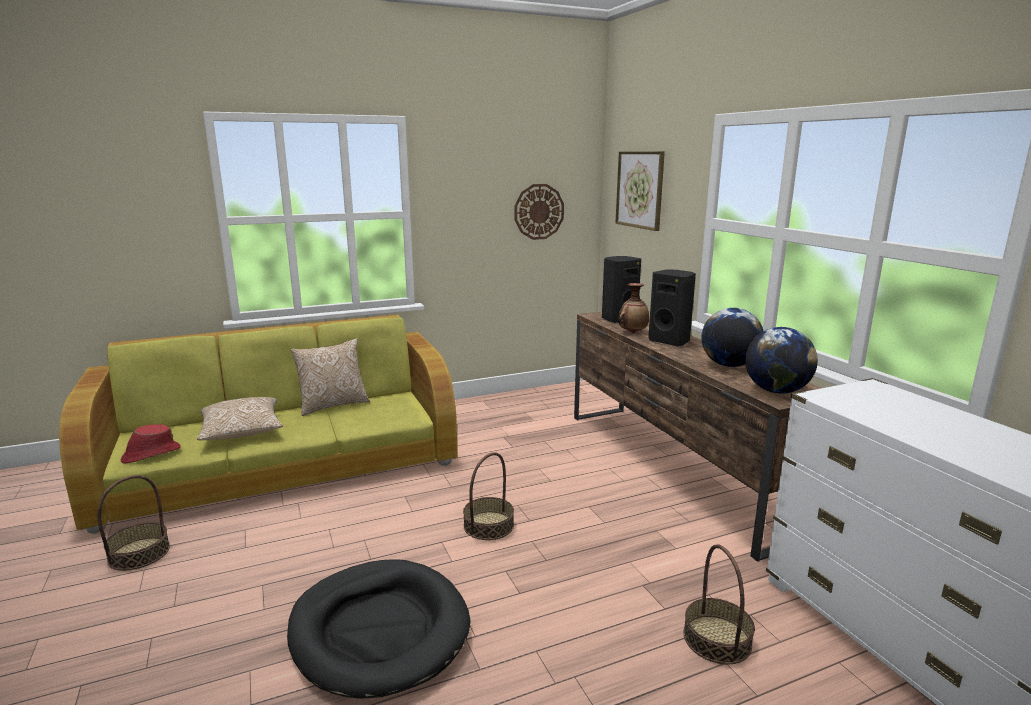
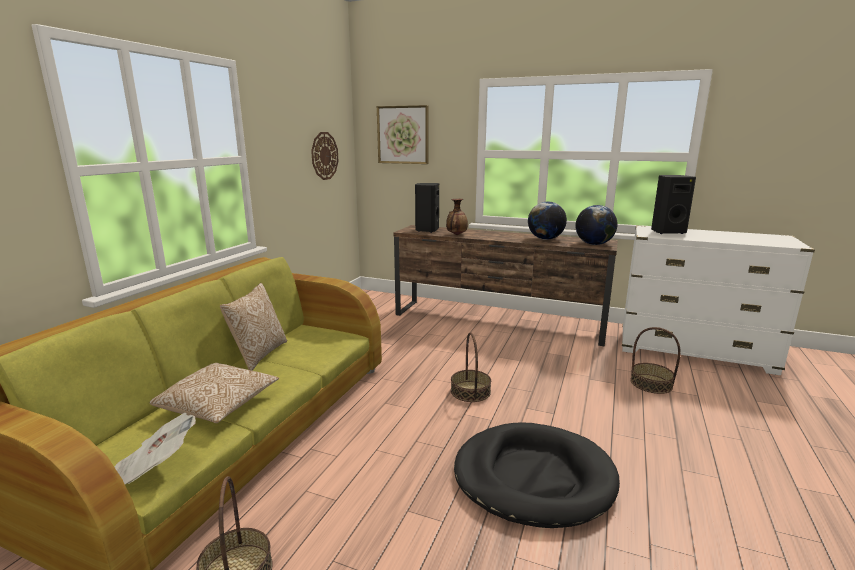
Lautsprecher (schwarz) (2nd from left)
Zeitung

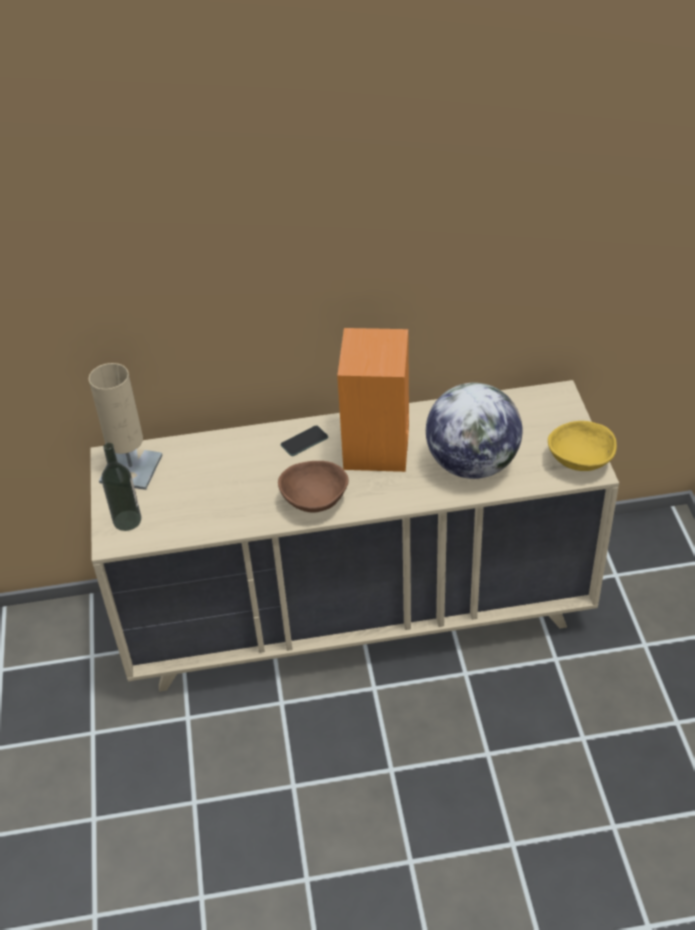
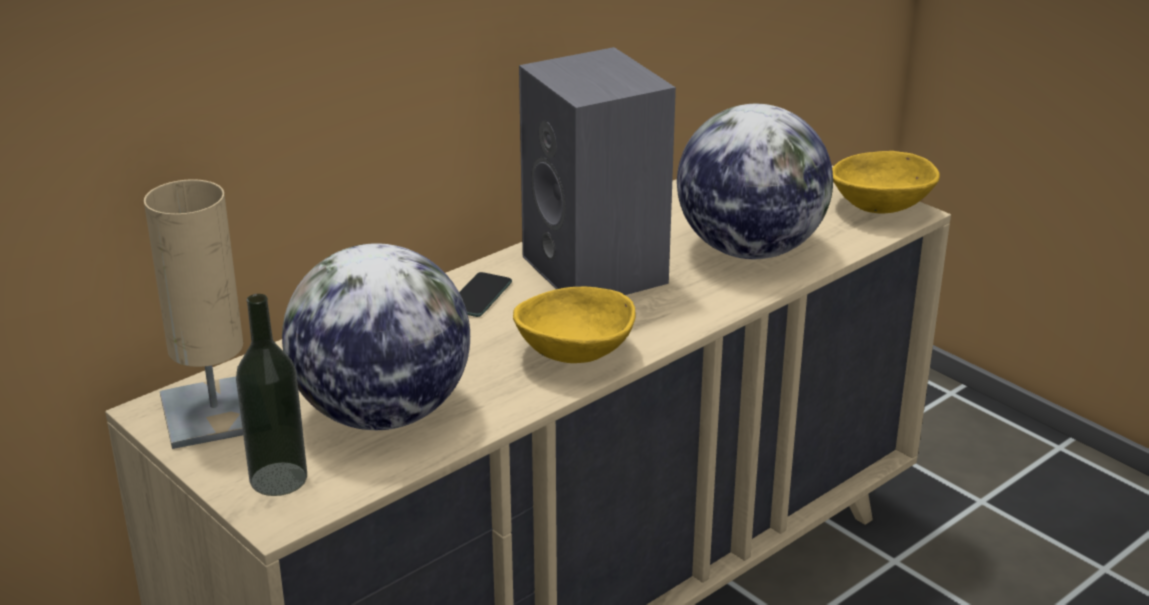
Globus (1st from left)
Schüssel (gelb) (1st from left)
Lautsprecher (grau)

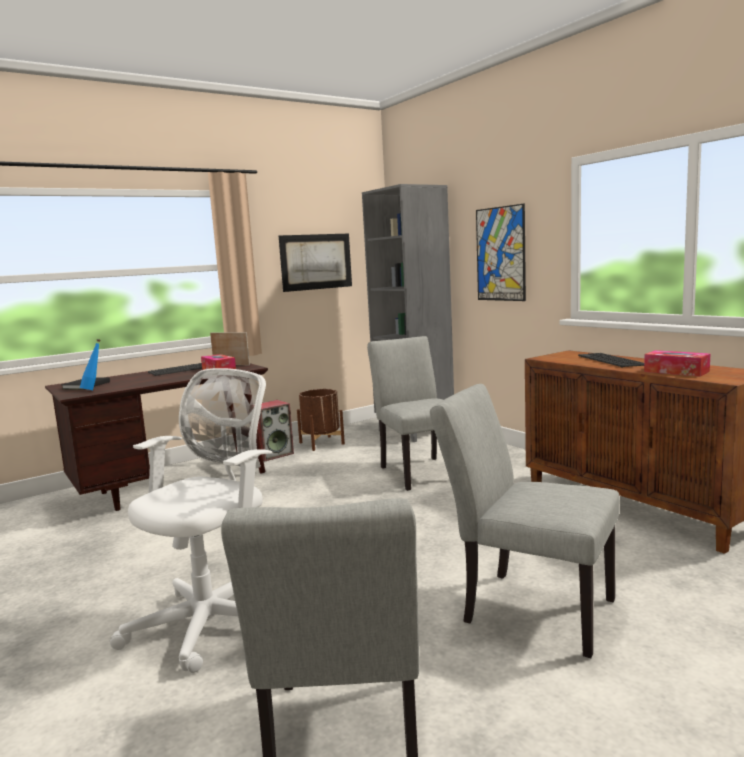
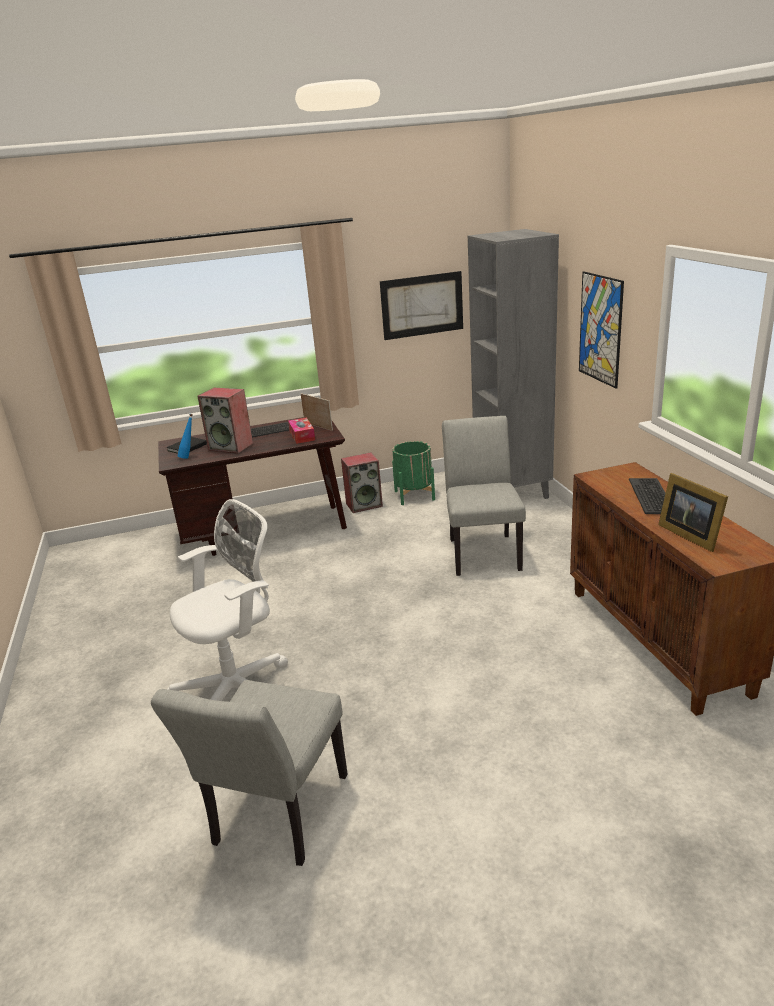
Stuhl (grau) (3rd from left in the first image)
Lautsprecher (1st from left)
Bilderrahmen (2nd from left)
Pflanzkübel (grün)

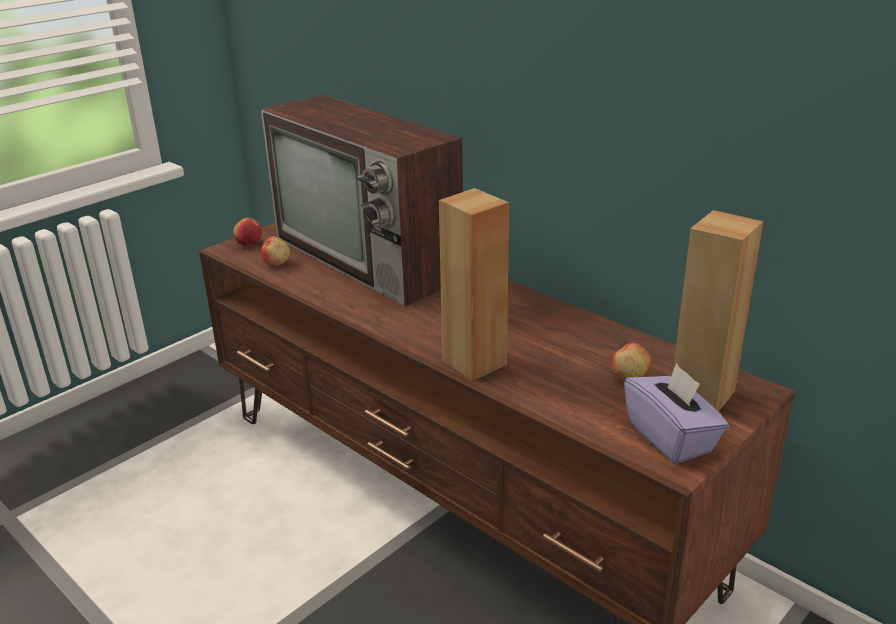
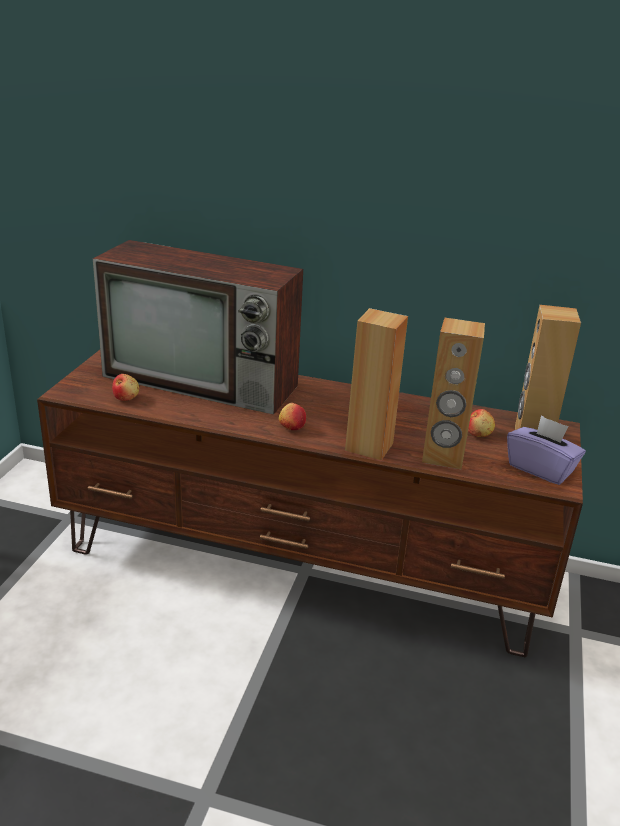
Lautsprecher (braun) (2nd from left)
Apfel (2nd from left)

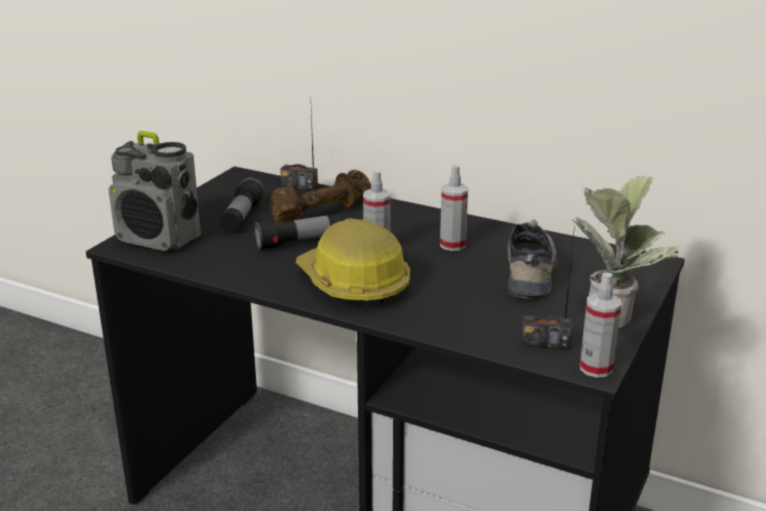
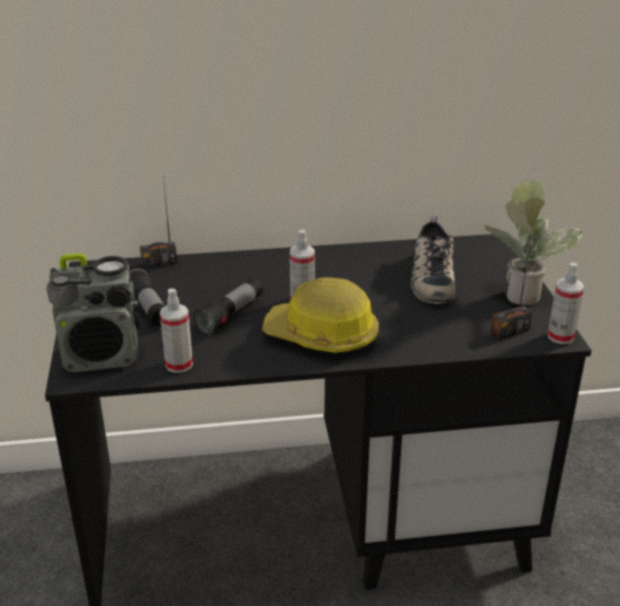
Hantel (braun)
Sprühflasche (1st from left)
Schuh

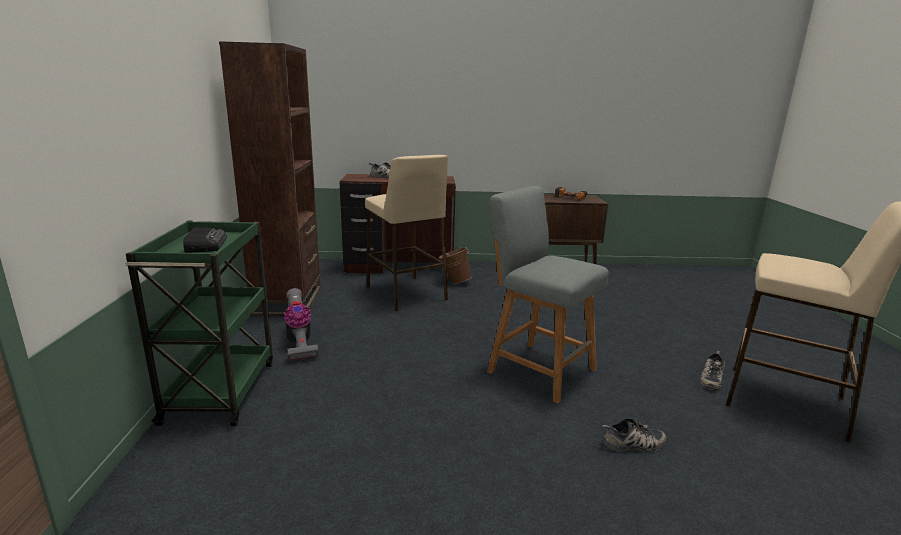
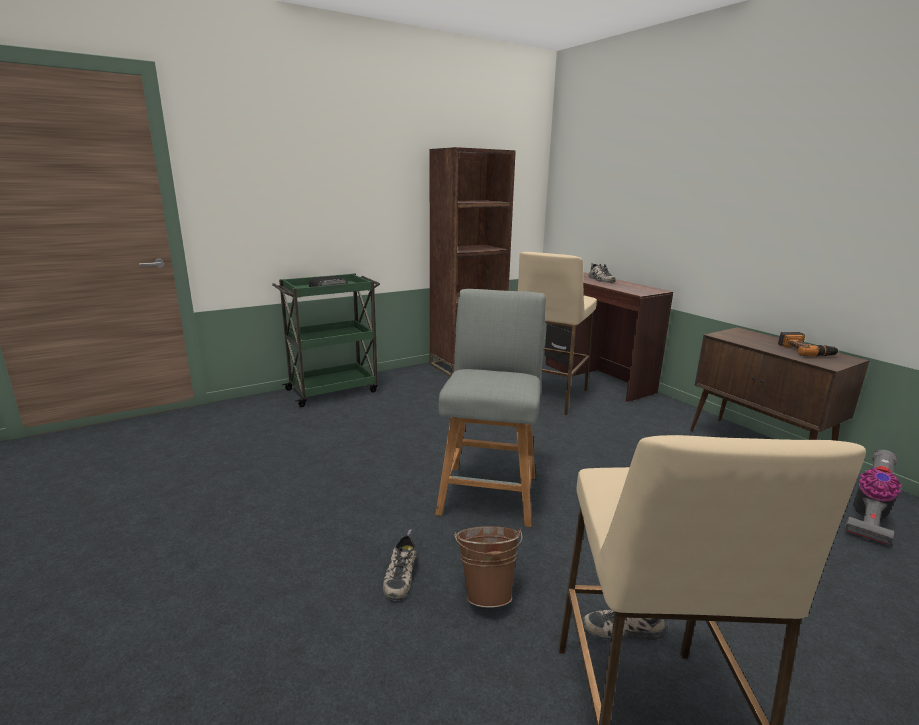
Staubsauger
Eimer (braun)
Schuh (1st from left)

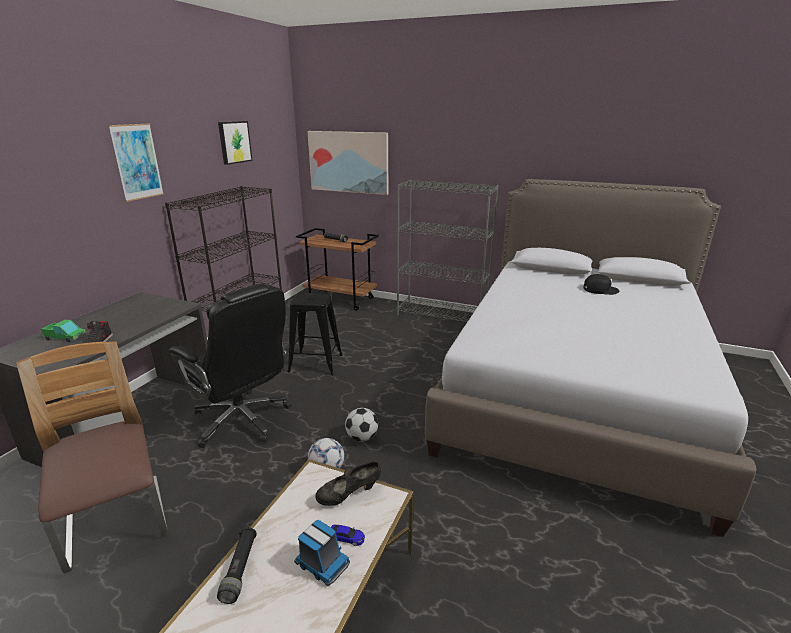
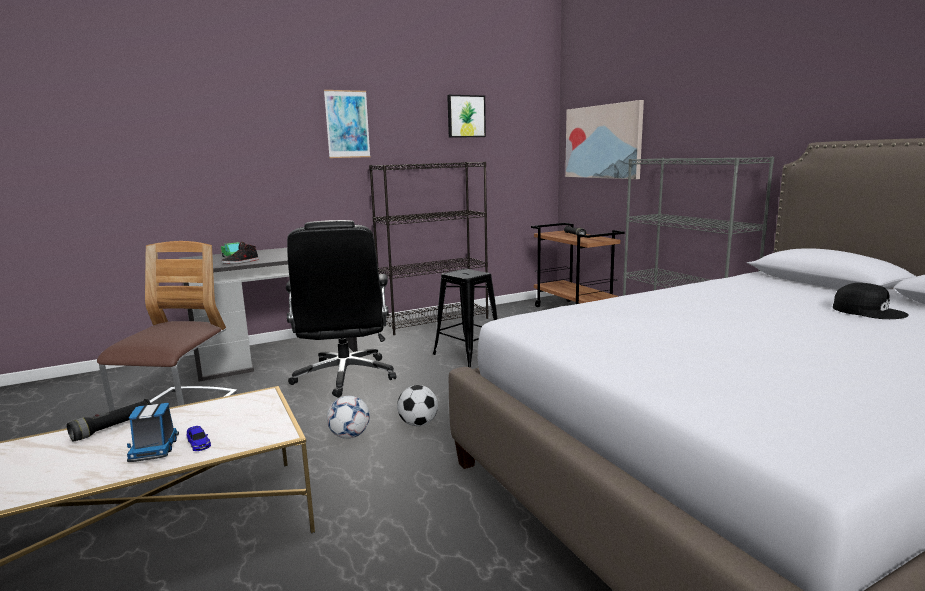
Schuh (schwarz) (2nd from left in the first image)

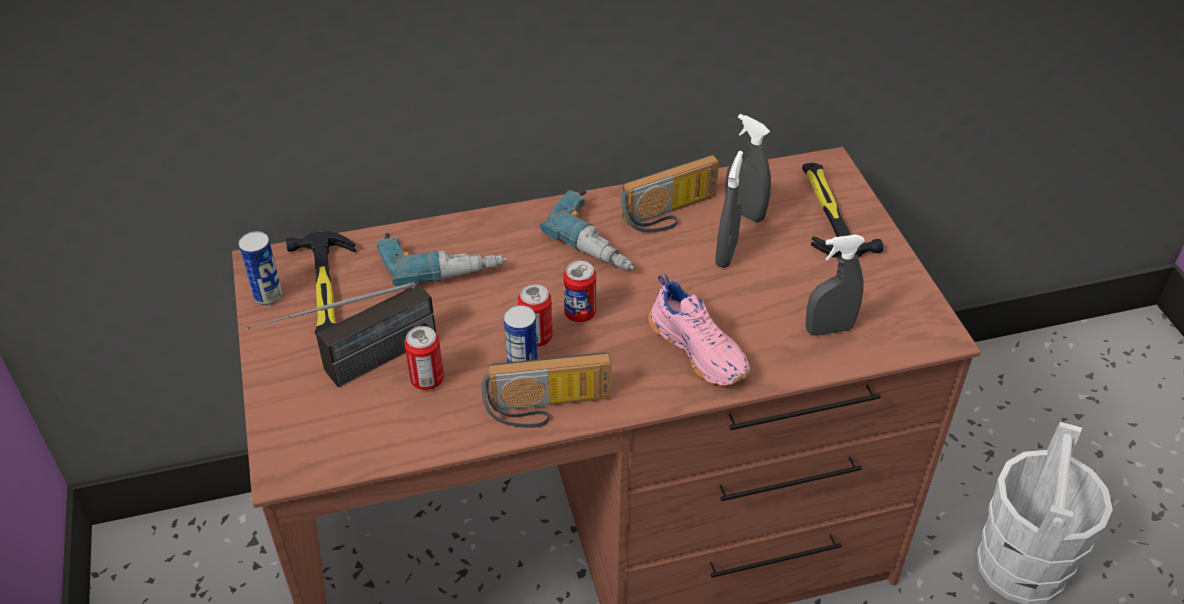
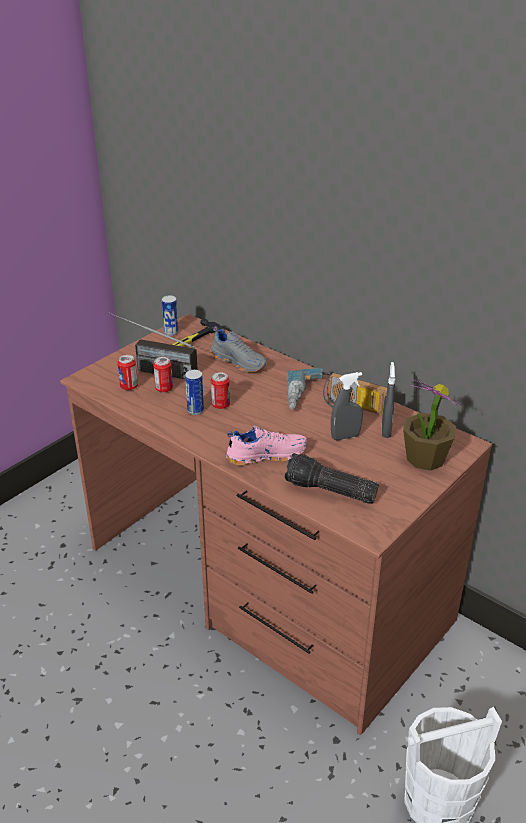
Radio (2nd from left in the first image)
Dose (1st from left)
Schuh (grau)
Topfpflanze
Taschenlampe
Schuh (rosa)

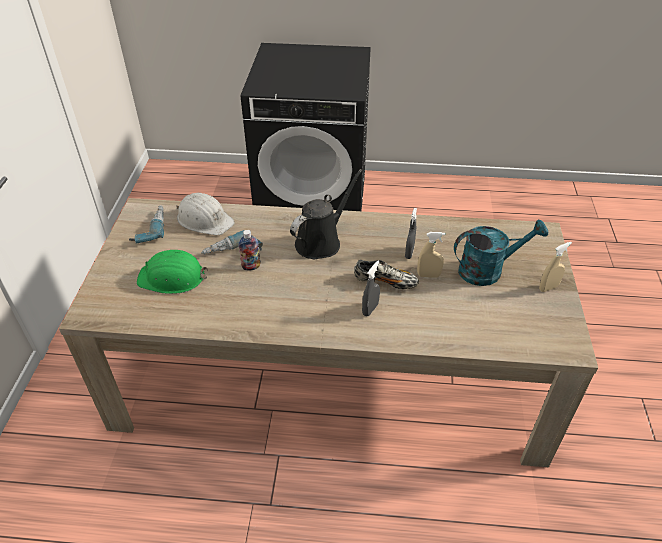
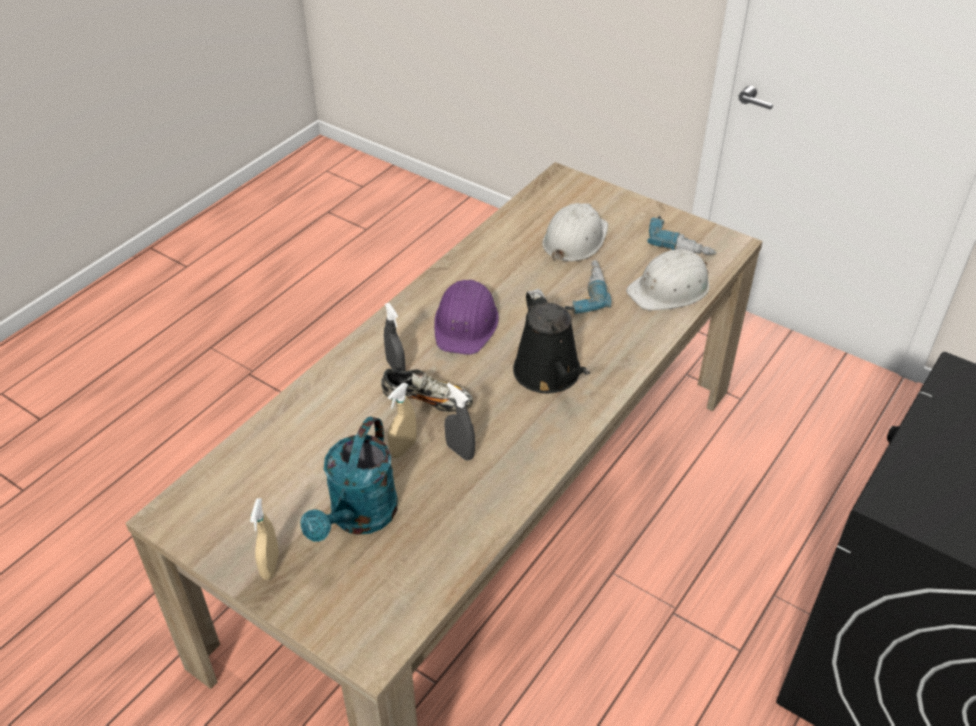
Flasche
Schutzhelm (lila)
Schutzhelm (weiß) (1st from left)
Schuh

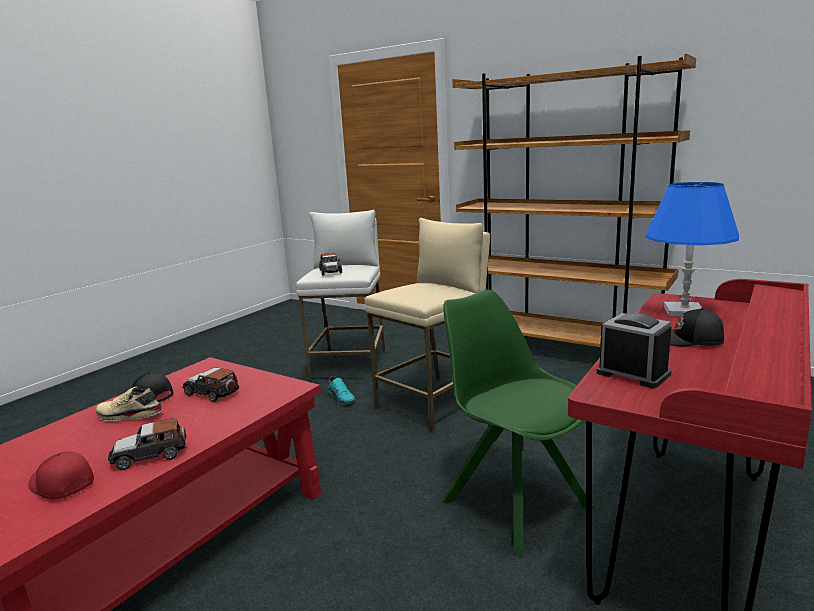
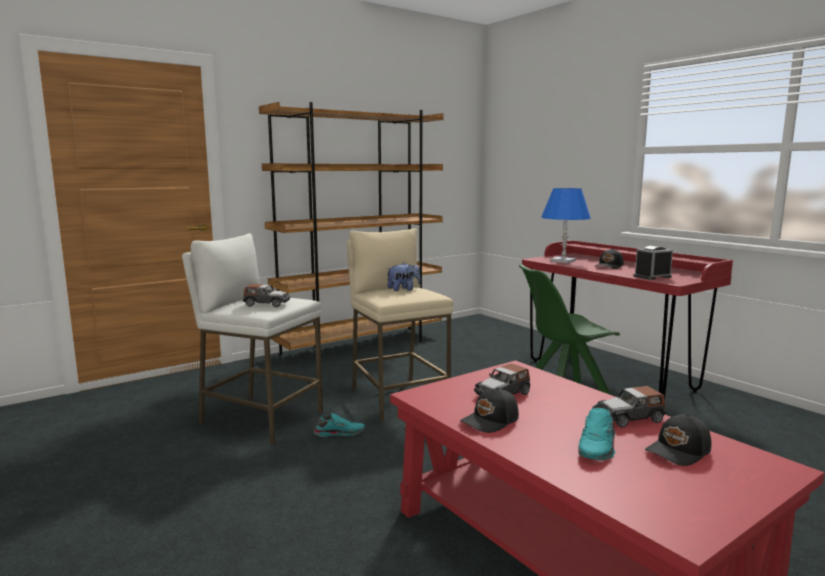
Schuh (beige)
Plüschtier
Schuh (türkis) (2nd from left)
Kappe (schwarz) (3rd from left)
Spielzeugauto (3rd from left)

